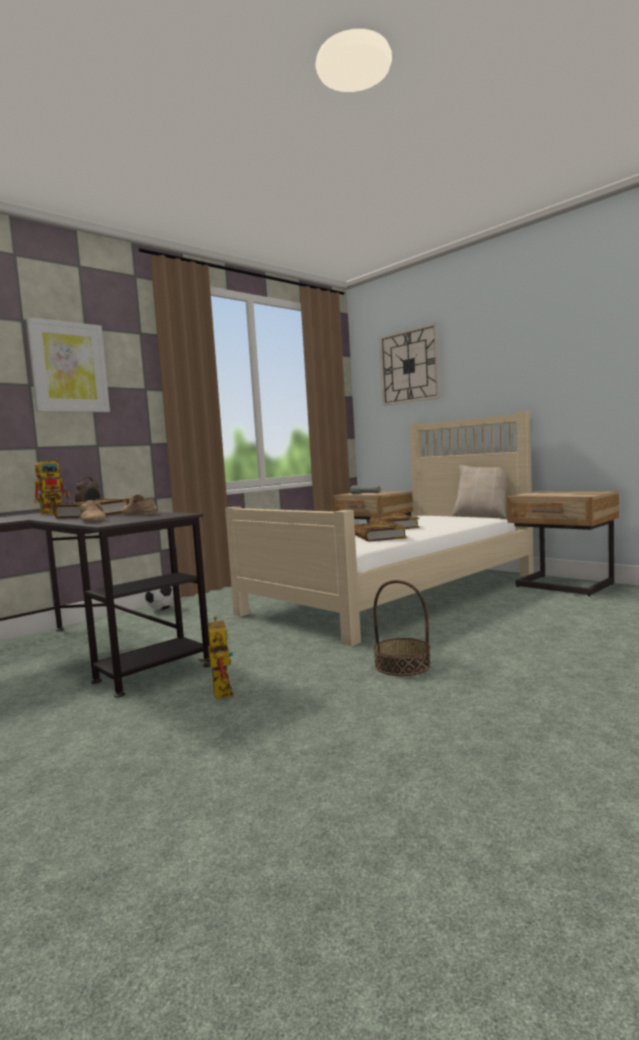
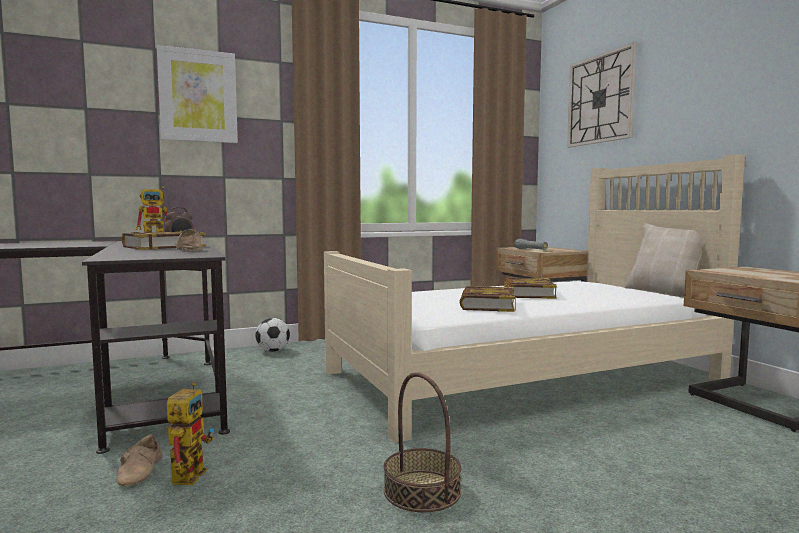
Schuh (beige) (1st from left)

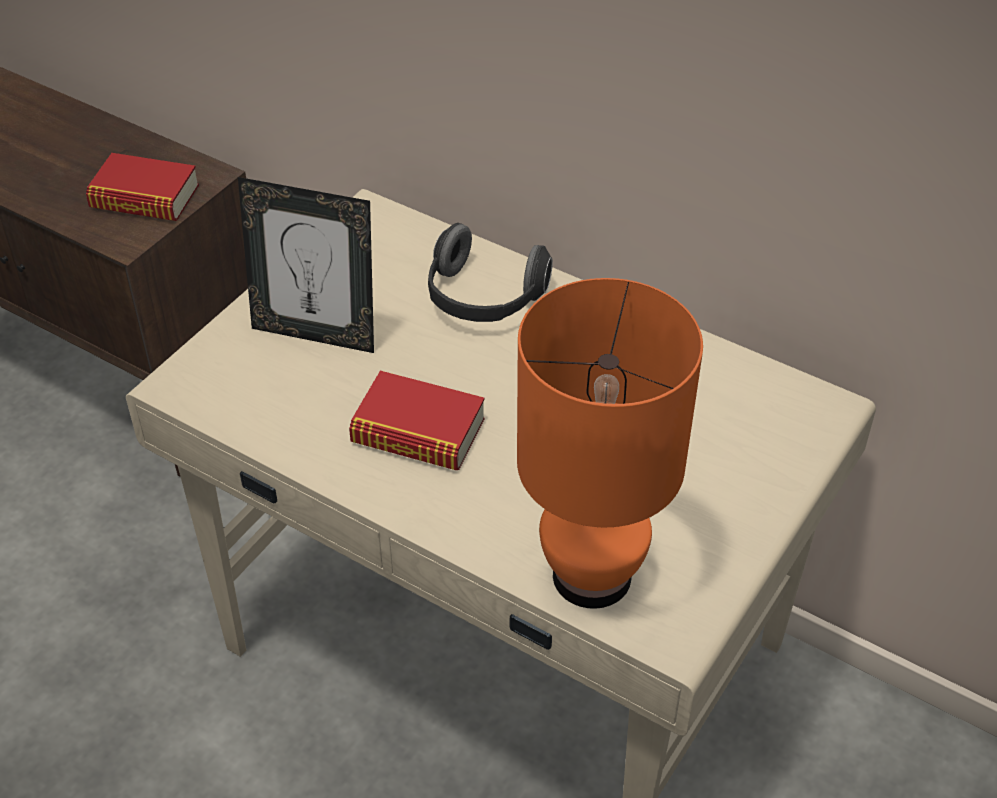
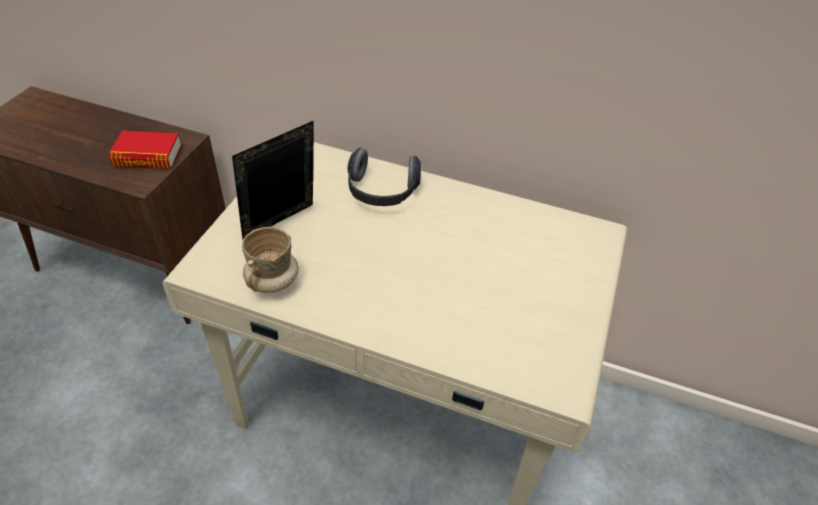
Buch (2nd from left in the first image)
Tischlampe (orange)
Henkelbecher (beige)
Bilderrahmen

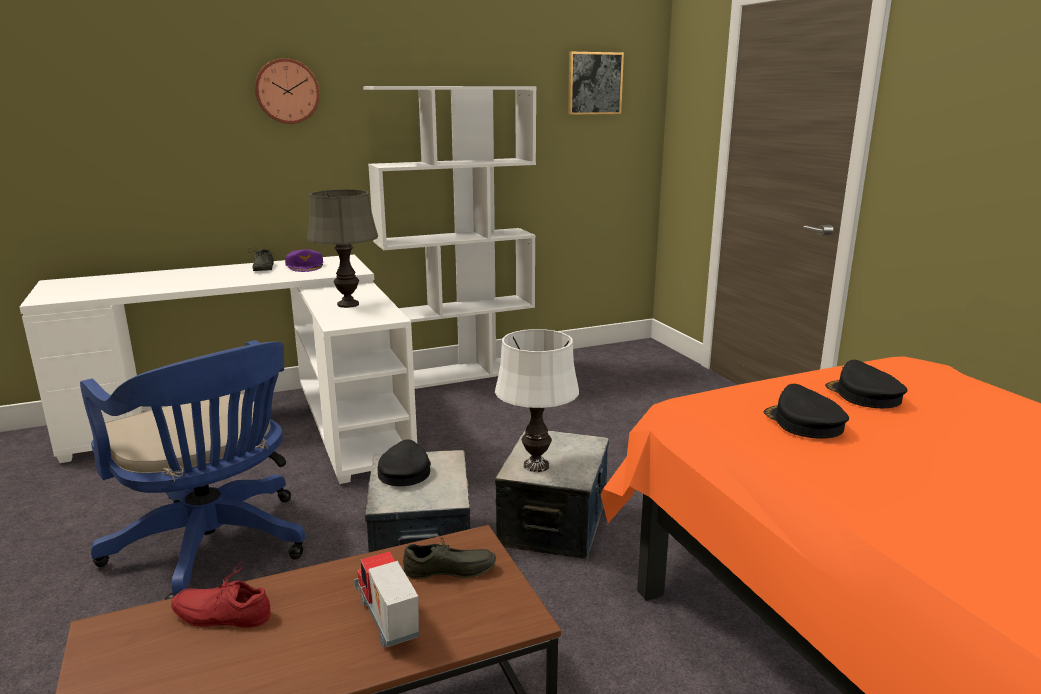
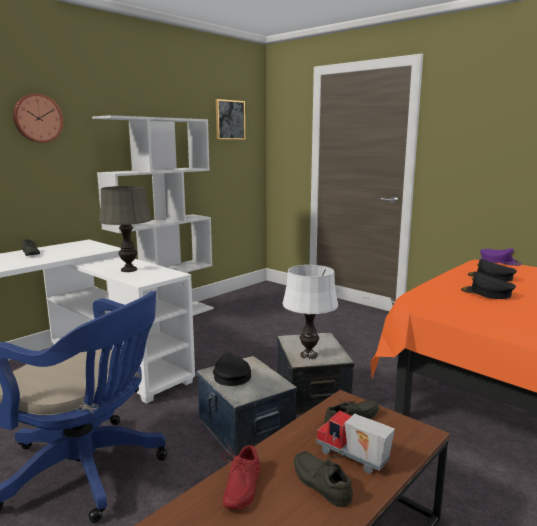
Schuh (grau) (2nd from left)
Kappe (lila)
Schuh (rot)

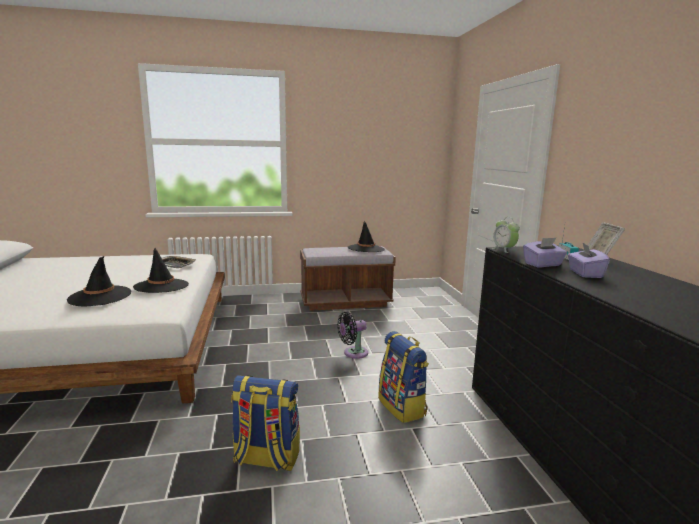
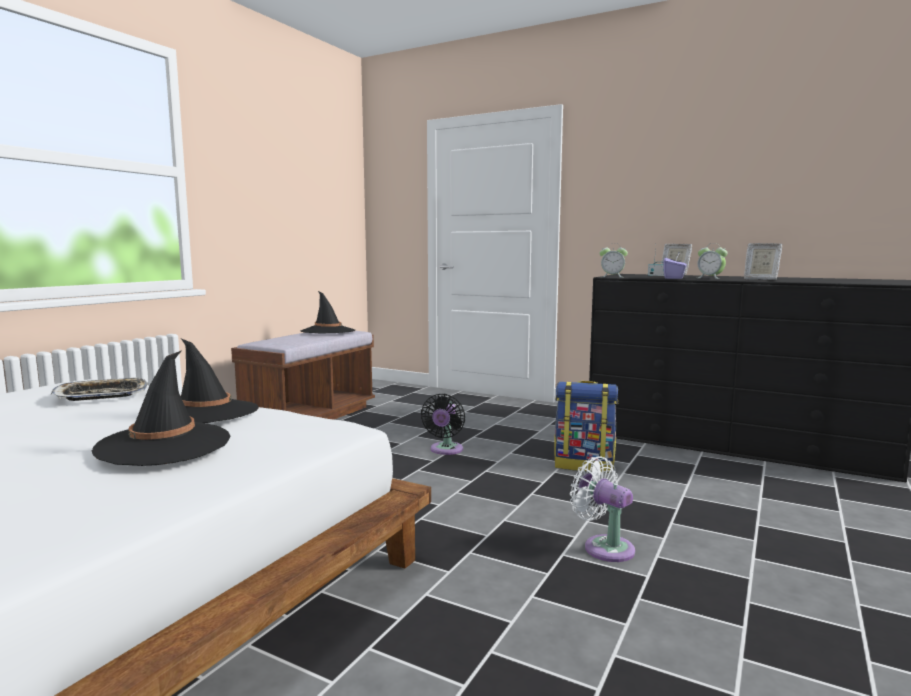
Bilderrahmen (2nd from left)
Ventilator (weiß)
Wecker (2nd from left)

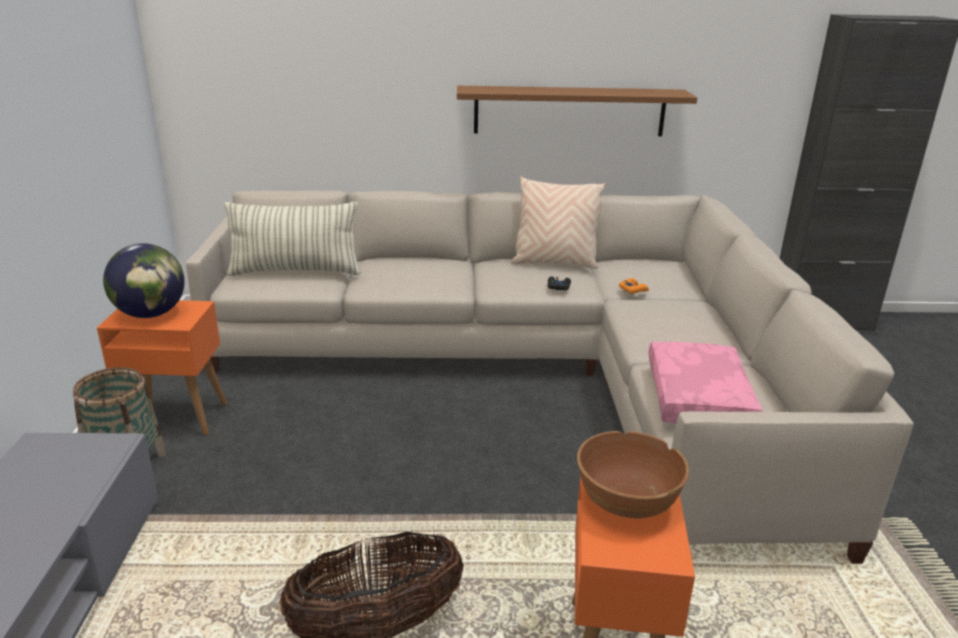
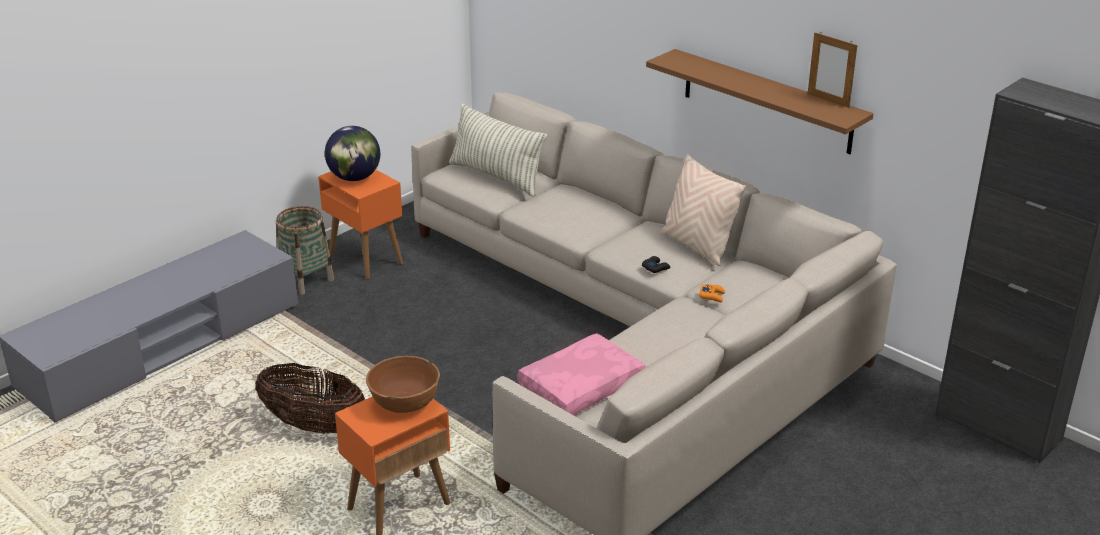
Bilderrahmen

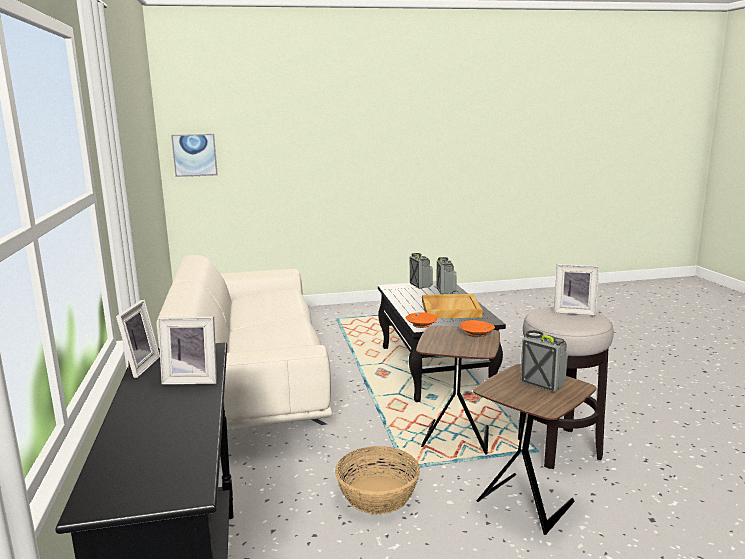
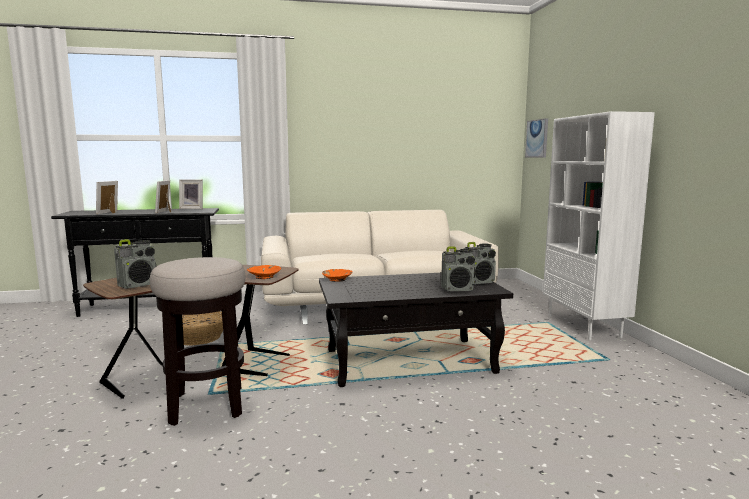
Tablett (beige)
Bücherregal (weiß)
Bilderrahmen (1st from left)

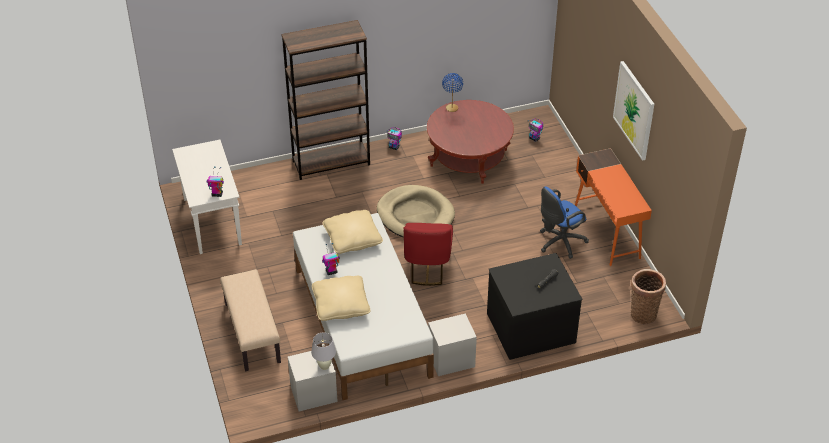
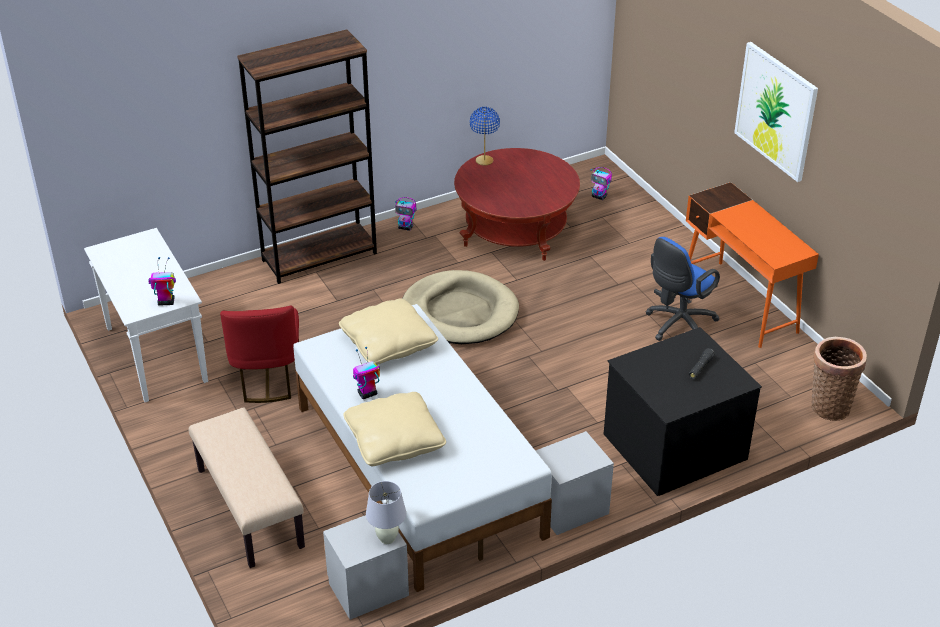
Stuhl (rot)

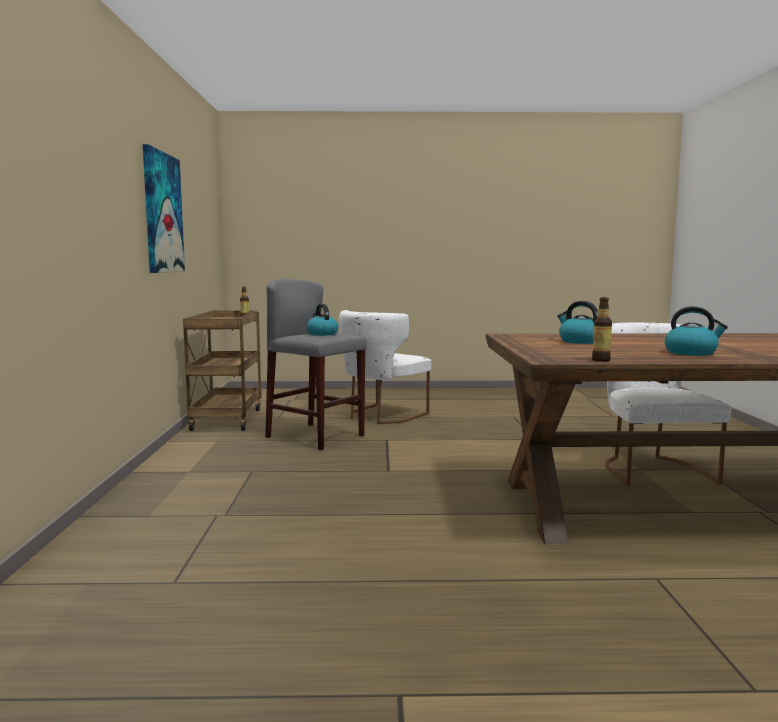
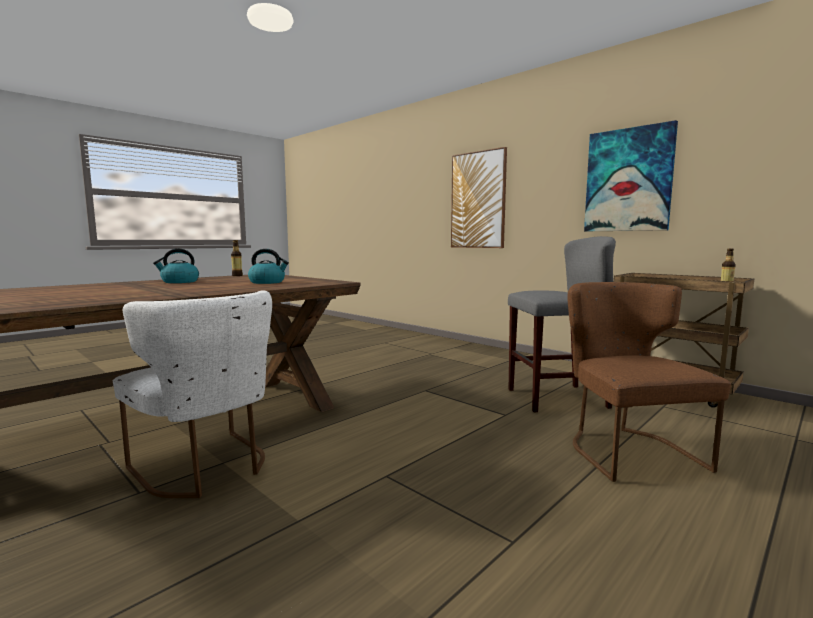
Wasserkessel (1st from left in the first image)
Bild (1st from left)
Stuhl (braun)

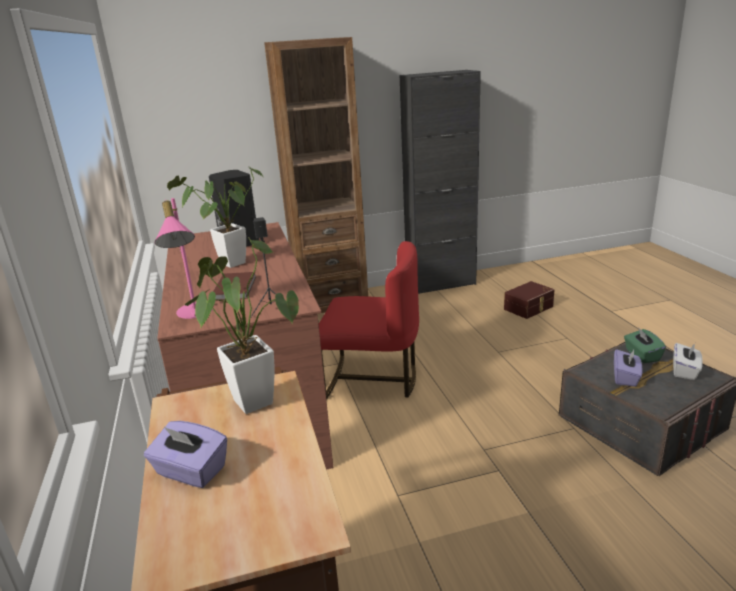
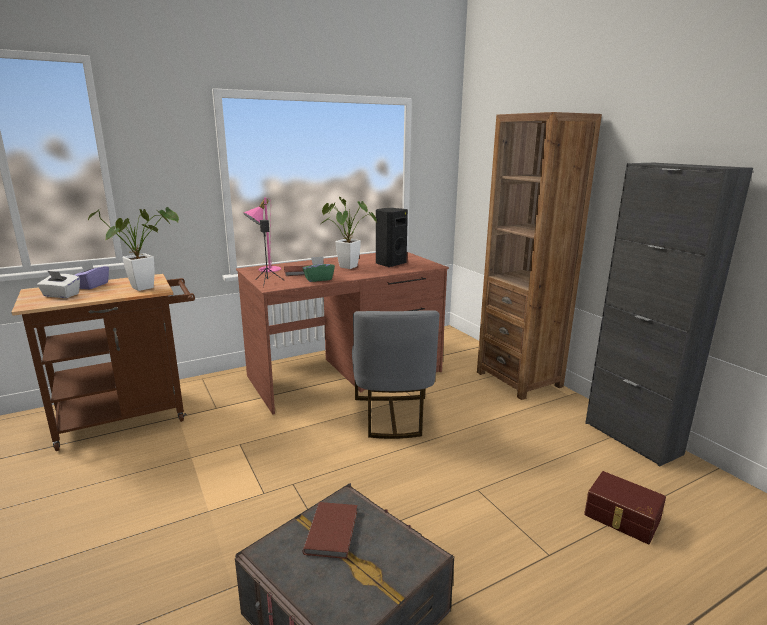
Taschentuchbox (grün)
Taschentuchbox (weiß)
Buch (braun) (2nd from left)
Stuhl (grau)

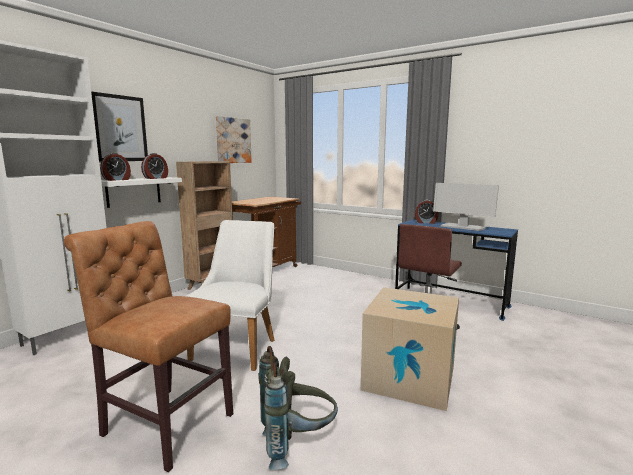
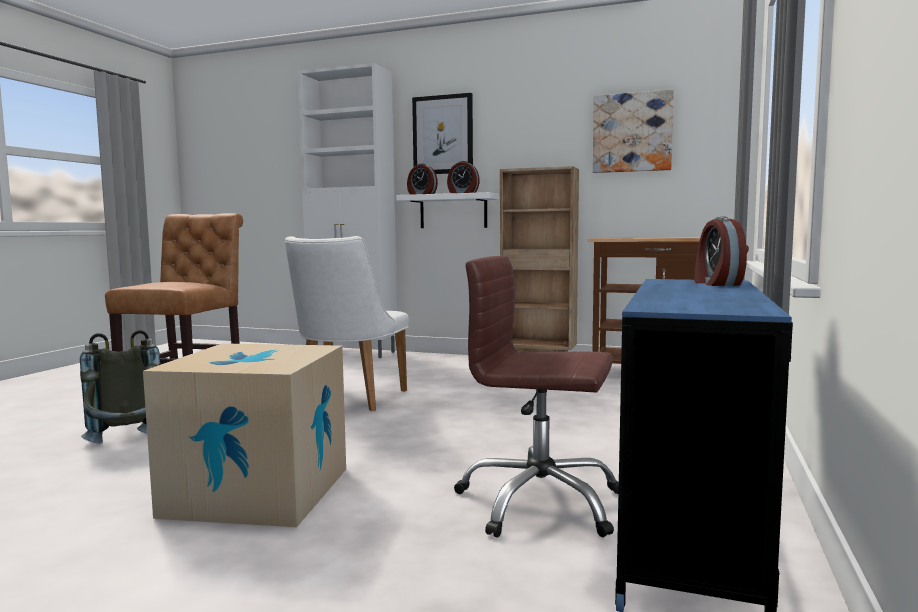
Monitor
Stuhl (weiß)

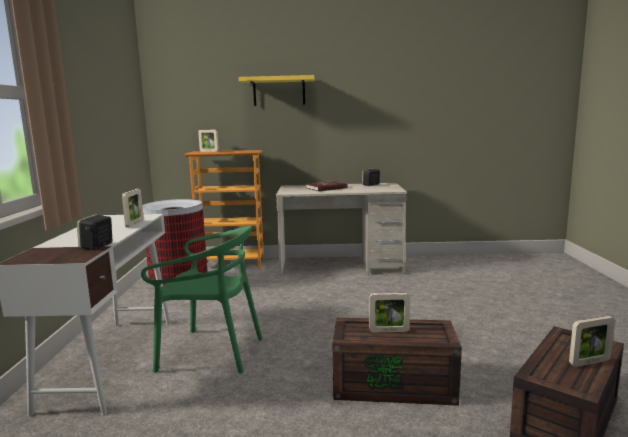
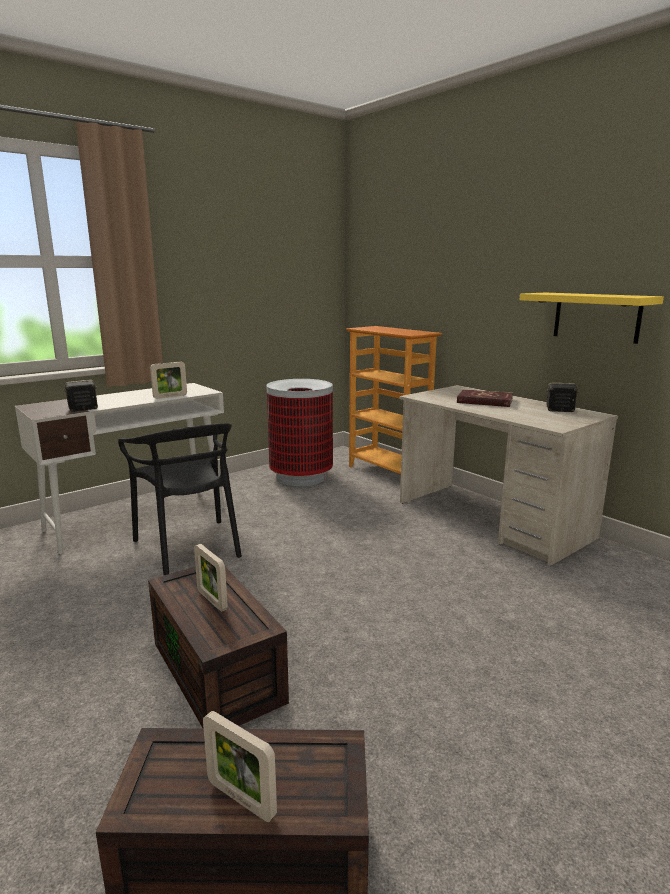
Bilderrahmen (2nd from left in the first image)
Wandregal (gelb)
Stuhl (schwarz)

